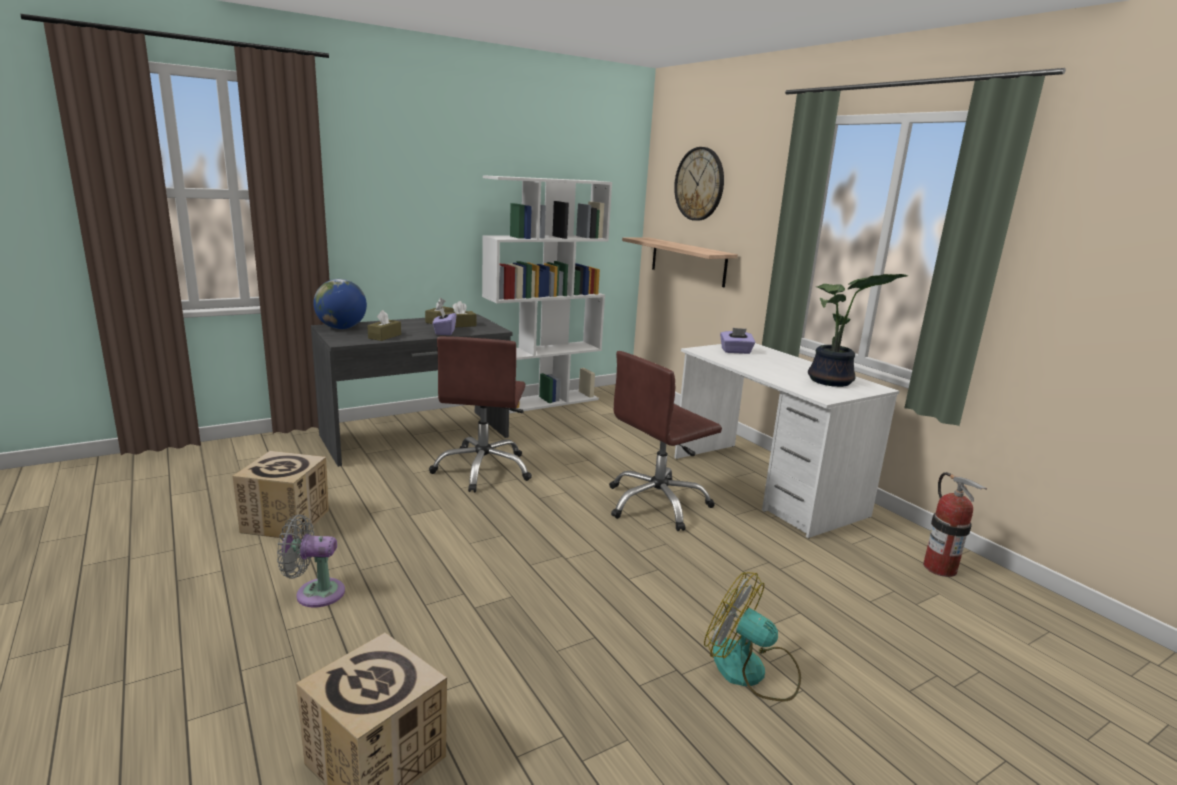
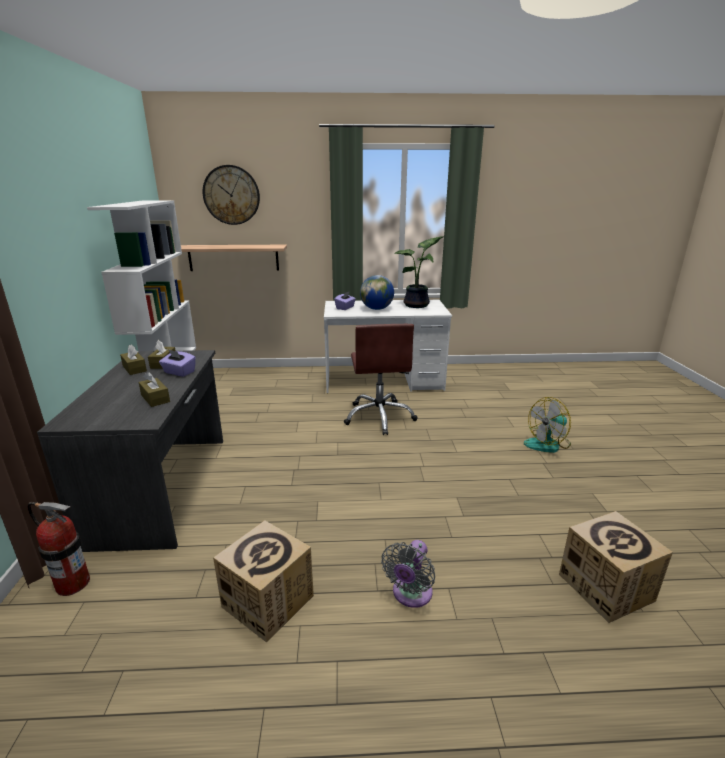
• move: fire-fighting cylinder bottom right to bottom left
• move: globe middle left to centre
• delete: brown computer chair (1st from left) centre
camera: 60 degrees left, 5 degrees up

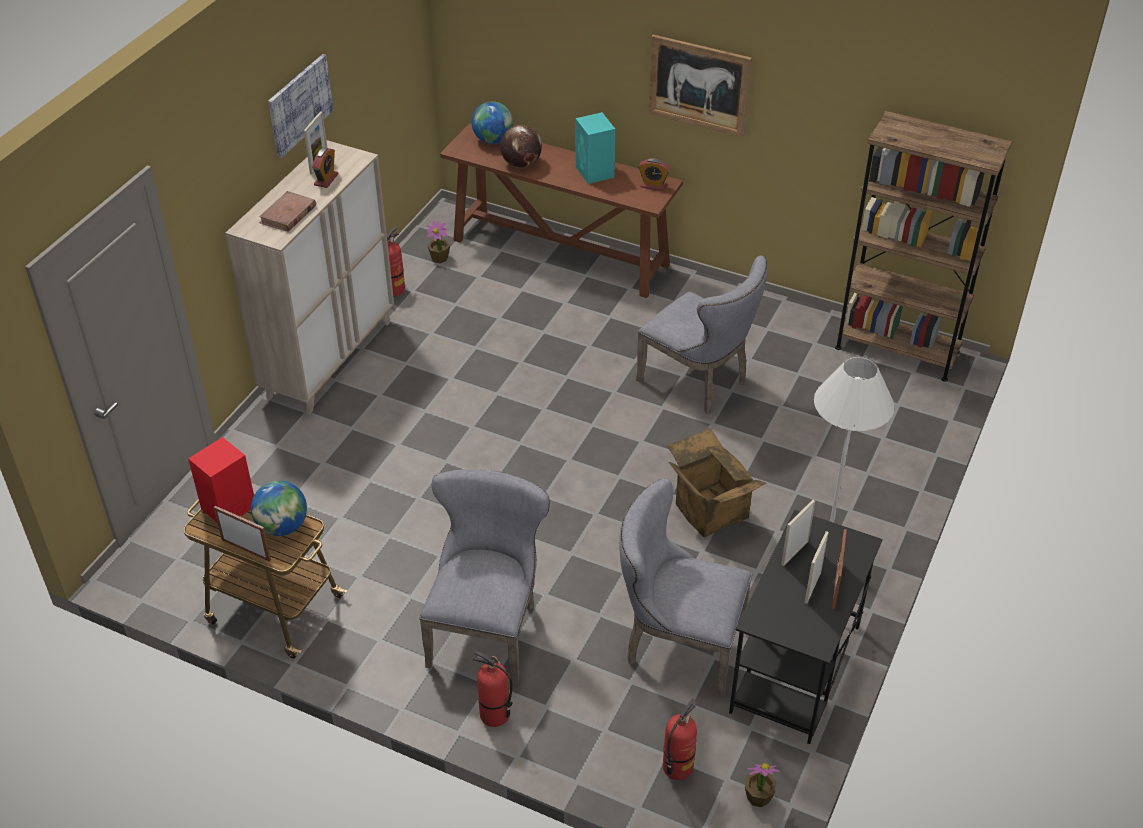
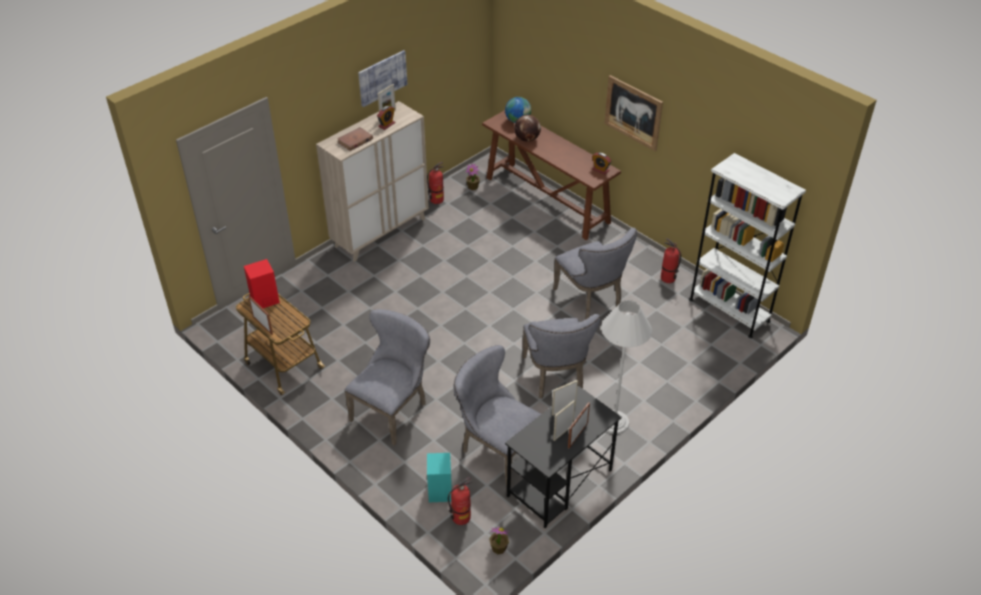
• move: turquoise loudspeaker top centre to bottom centre
• replace: packing box centre to greyish plain chair (3rd from left) centre
• move: fire-fighting cylinder (2nd from left in the first image) bottom centre to fire-fighting cylinder (3rd from left) middle right
• recolor: brown shelving unit top right to white-coloured shelving unit middle right
• delete: globe (1st from left) middle left
camera: 20 degrees right, 0 degrees up

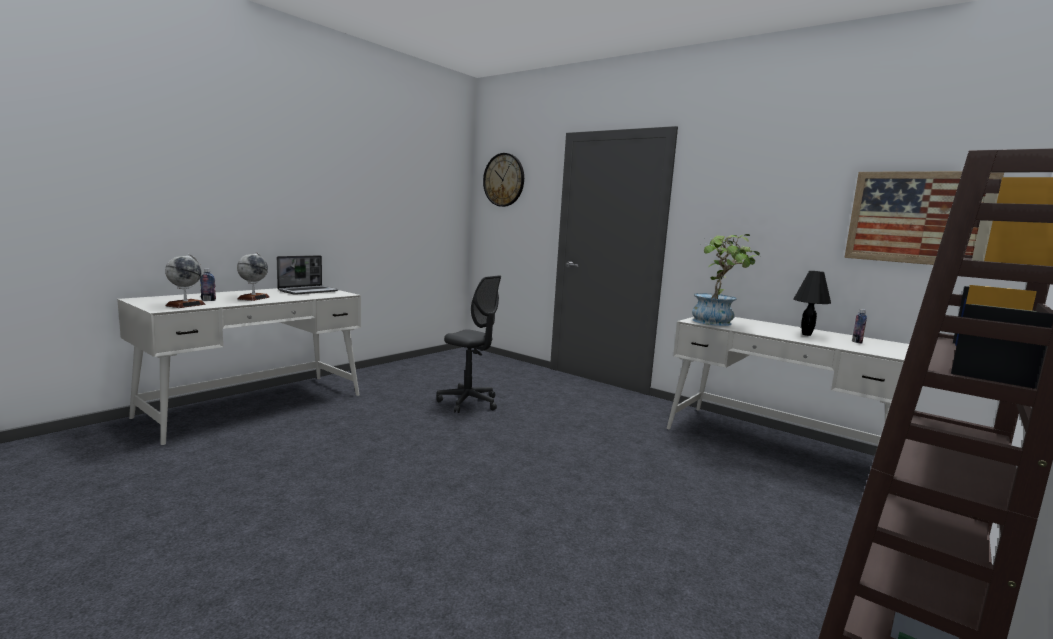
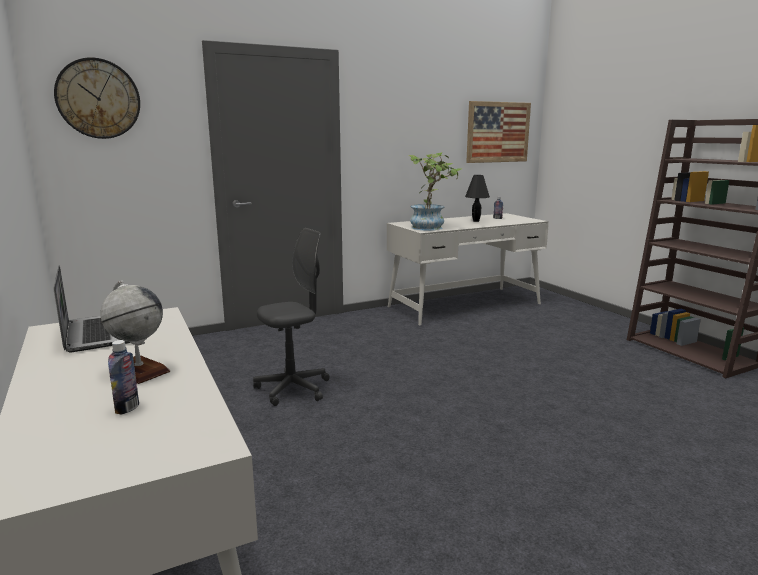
• delete: globe (1st from left) middle left
camera: 65 degrees left, 5 degrees up

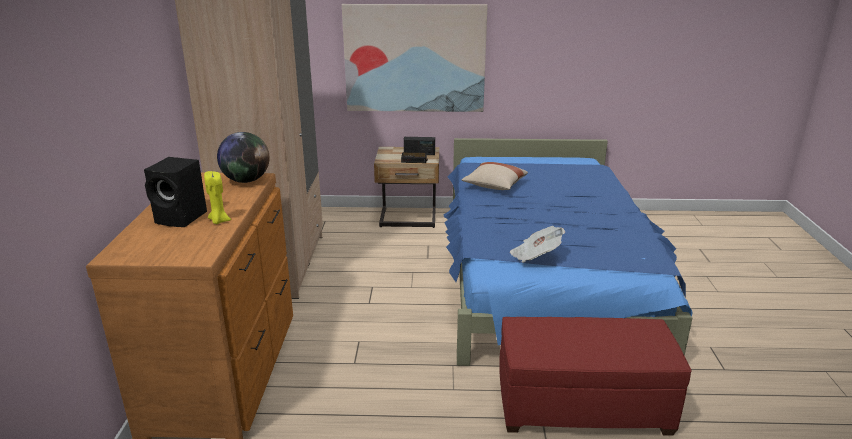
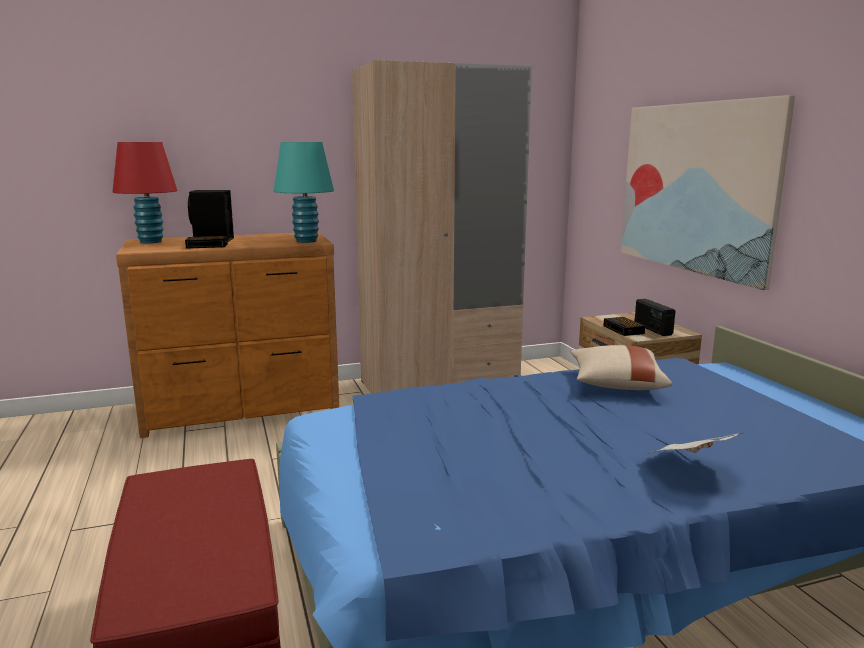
• insert: red table lamp top left
• replace: yellow-coloured candle middle left to bedside clock (1st from left) middle left
• replace: globe middle left to turquoise table lamp top centre
• move: daily paper centre to bottom right
camera: 70 degrees right, 10 degrees down

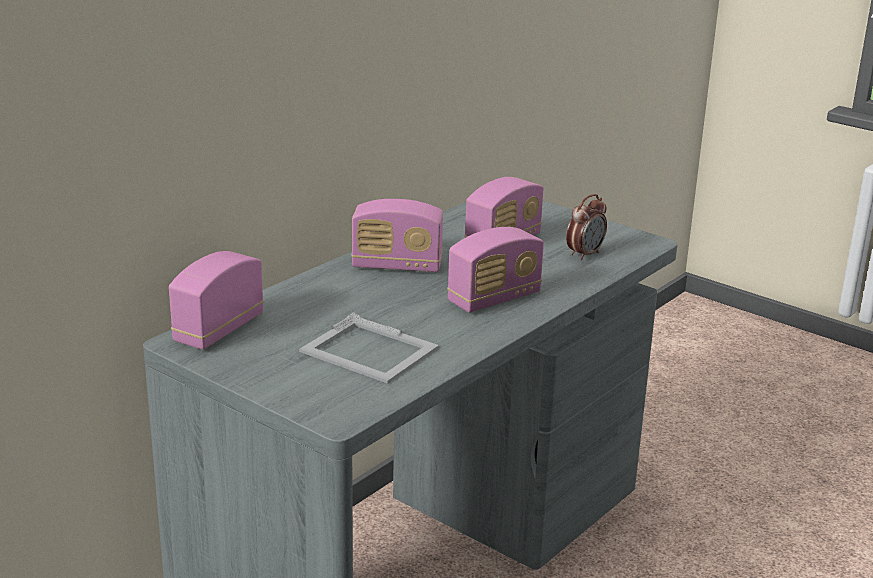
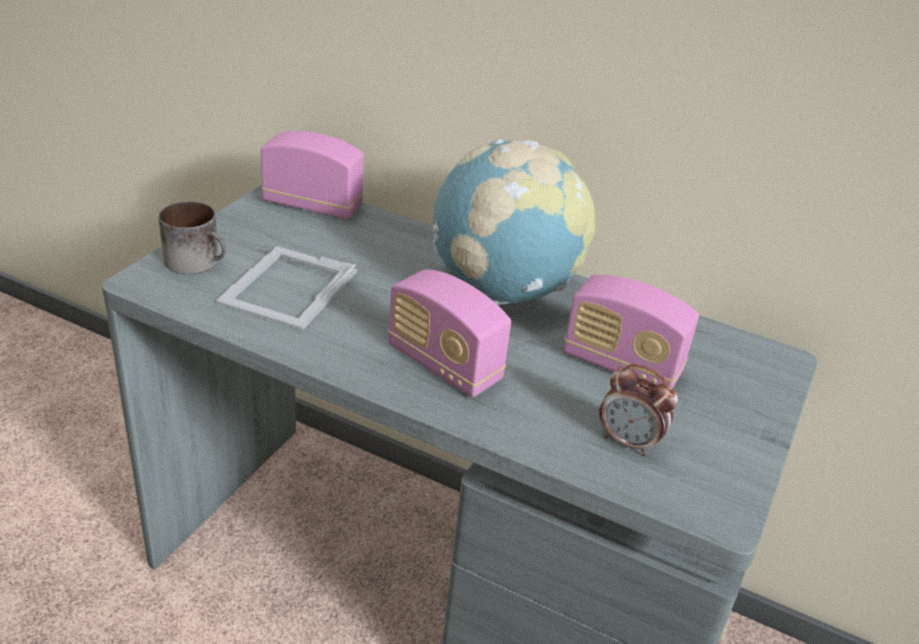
• insert: coffee mug middle left
• replace: radio (2nd from left) centre to globe centre
camera: 75 degrees right, 10 degrees up

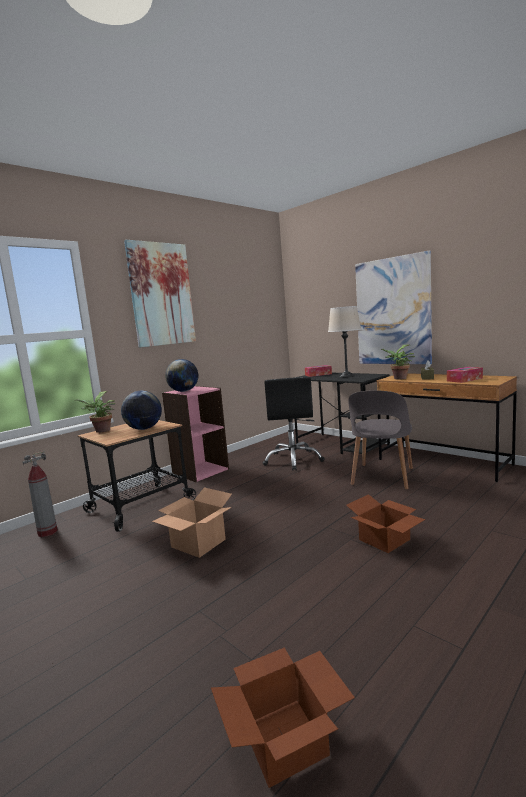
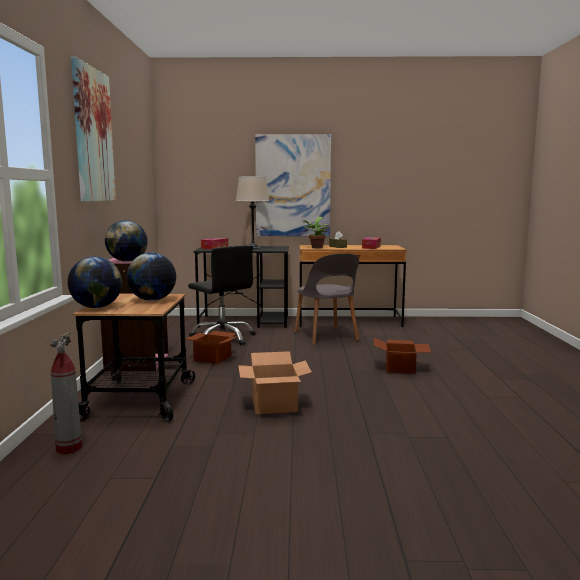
• replace: plant in a pot (1st from left) middle left to globe (1st from left) middle left
• move: packing box (2nd from left in the first image) bottom centre to packing box (1st from left) centre
camera: 45 degrees left, 0 degrees up

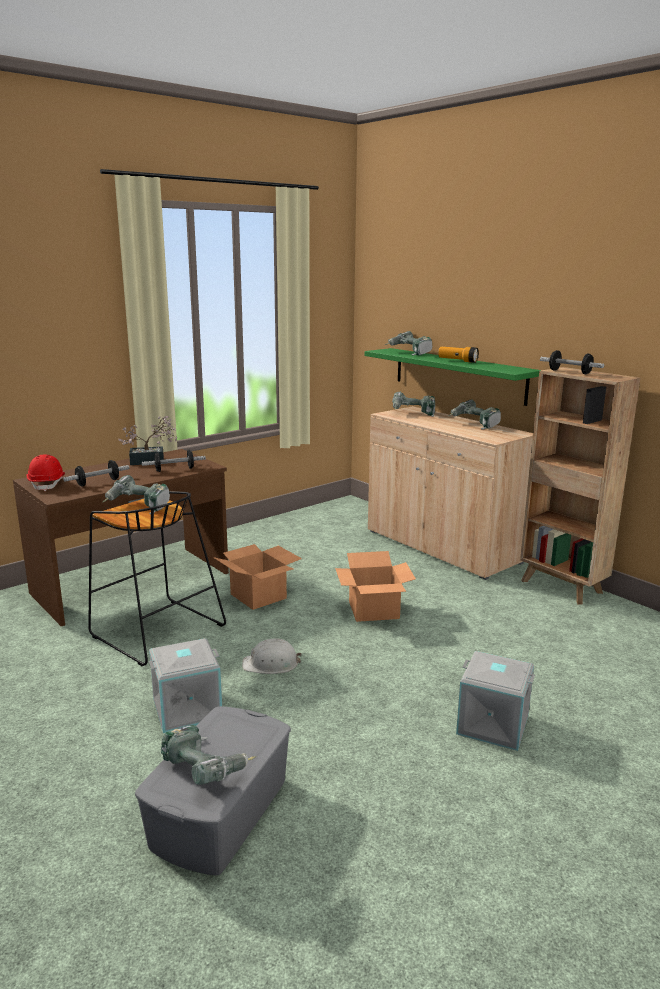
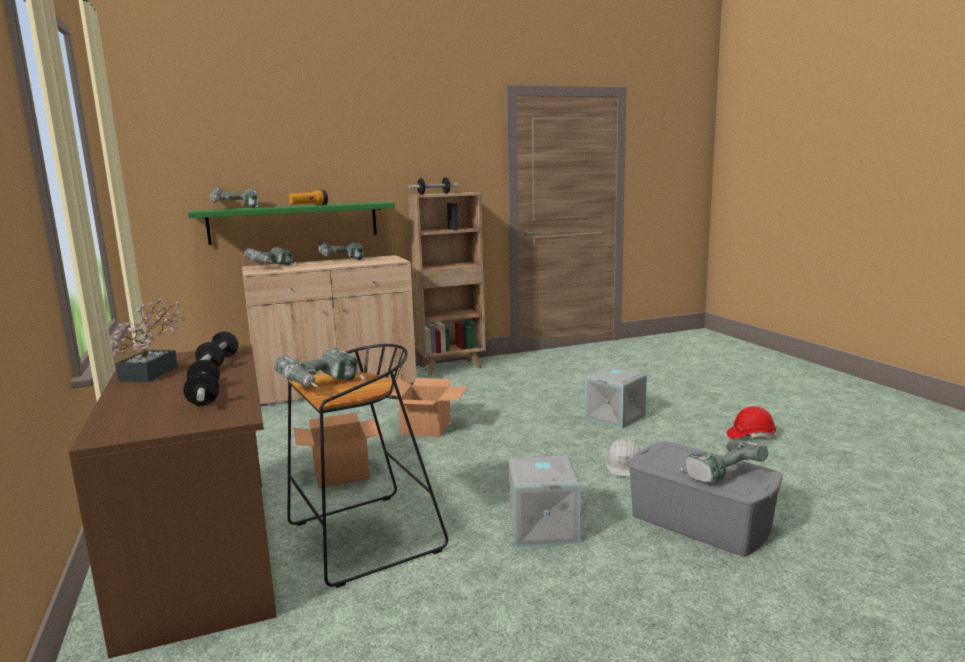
• move: white-coloured safety helmet centre to bottom centre
• move: red safety helmet middle left to middle right
camera: 70 degrees left, 5 degrees down

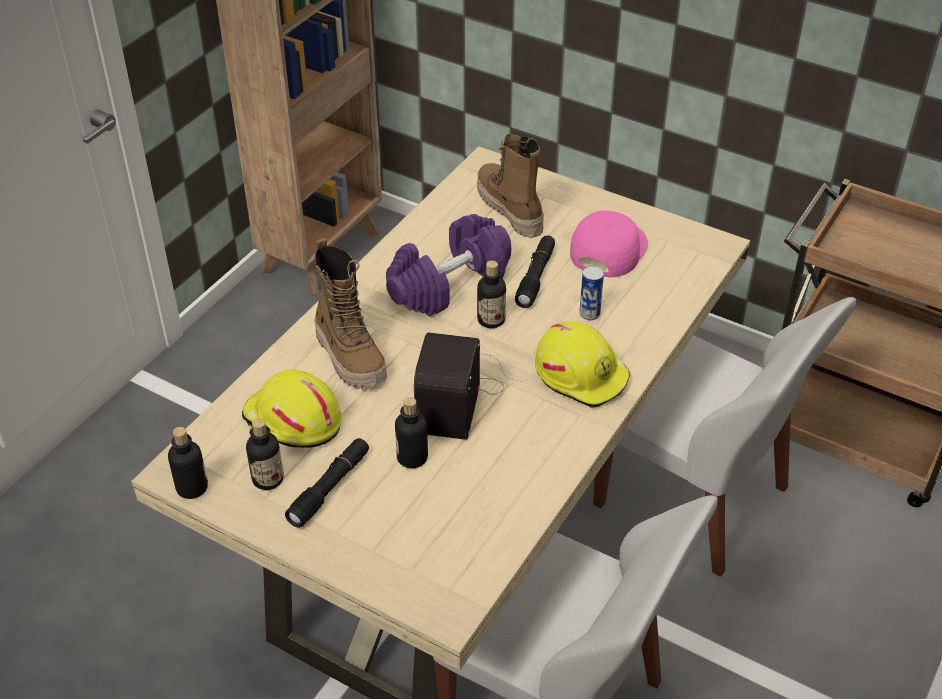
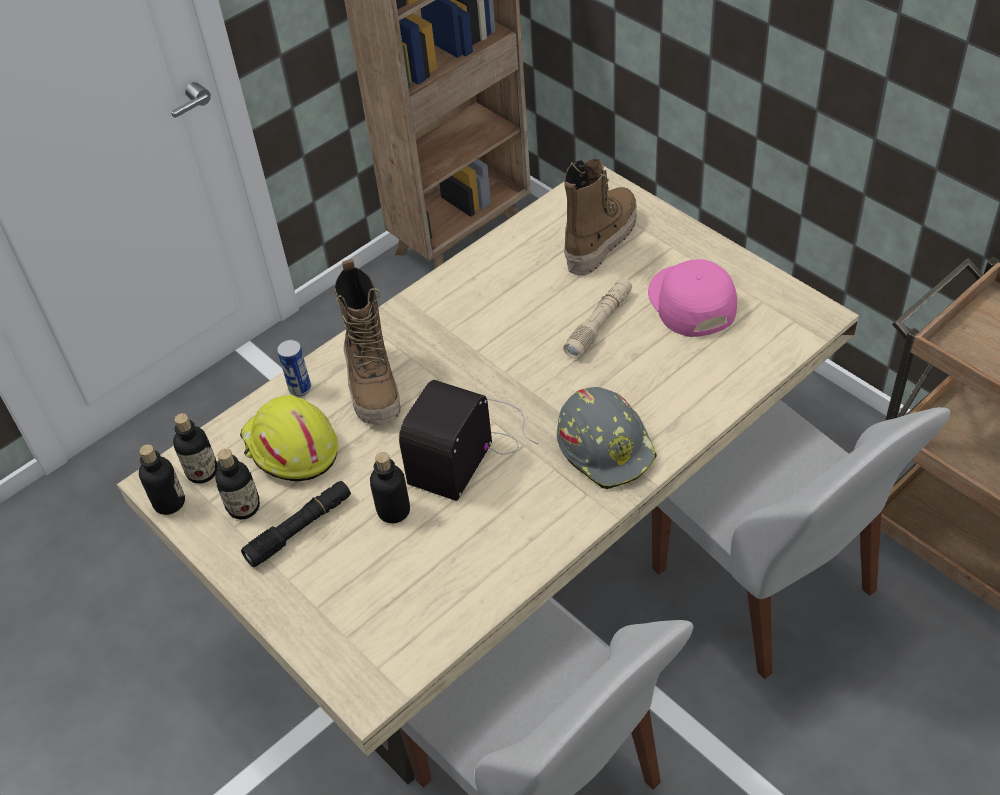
• move: drink bottle (4th from left in the first image) centre to drink bottle (2nd from left) middle left
• move: can centre to middle left
• recolor: yellow-coloured safety helmet (2nd from left) centre to greyish safety helmet centre
• recolor: blackish flashlight (2nd from left) centre to beige flashlight centre
• rotate: high-top boot (2nd from left) top centre = top centre 45 degrees clockwise
• rotate: pink baseball cap centre = middle right 60 degrees counterclockwise
• delete: purple-coloured dumbbell centre
camera: 20 degrees right, 5 degrees up

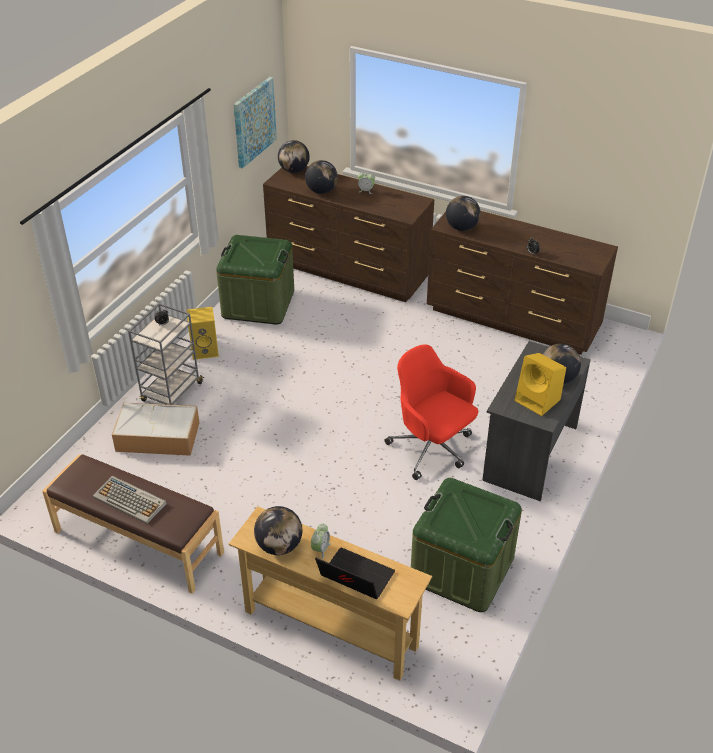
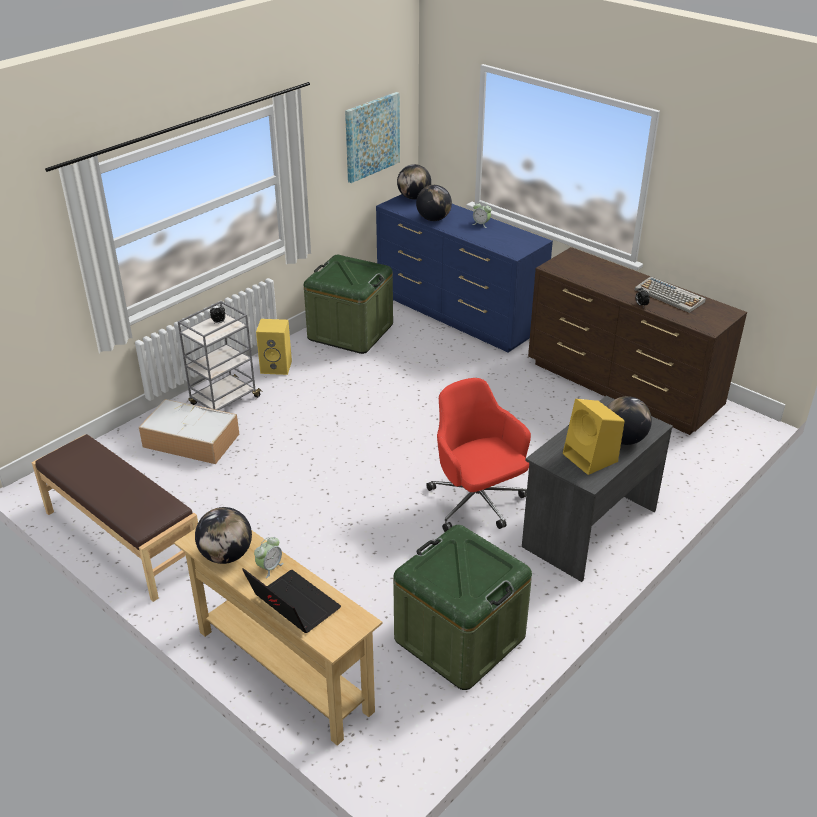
• recolor: brown dresser (1st from left) top centre to blue dresser centre
• move: computer keyboard middle left to middle right
• delete: globe (4th from left) top centre
camera: 15 degrees right, 5 degrees down

